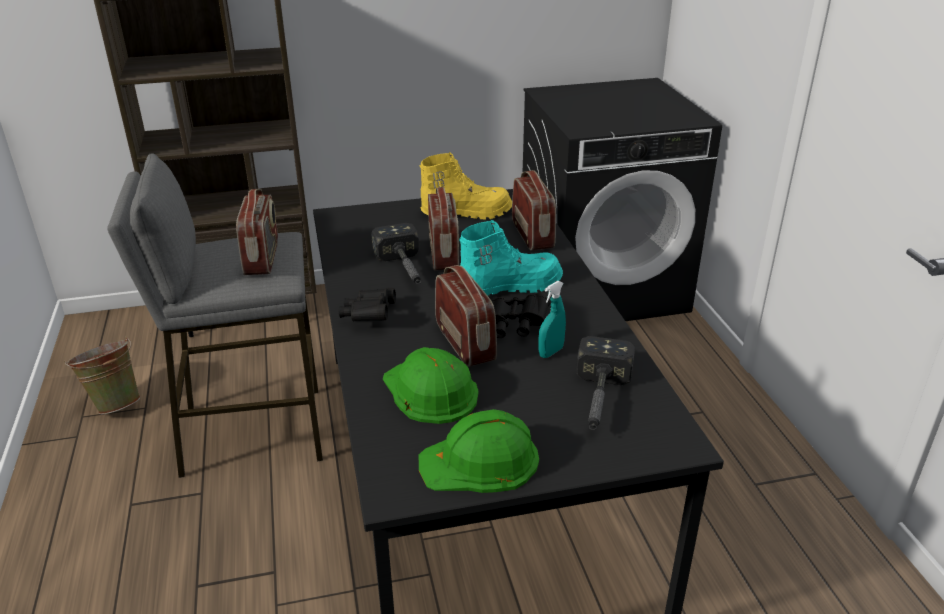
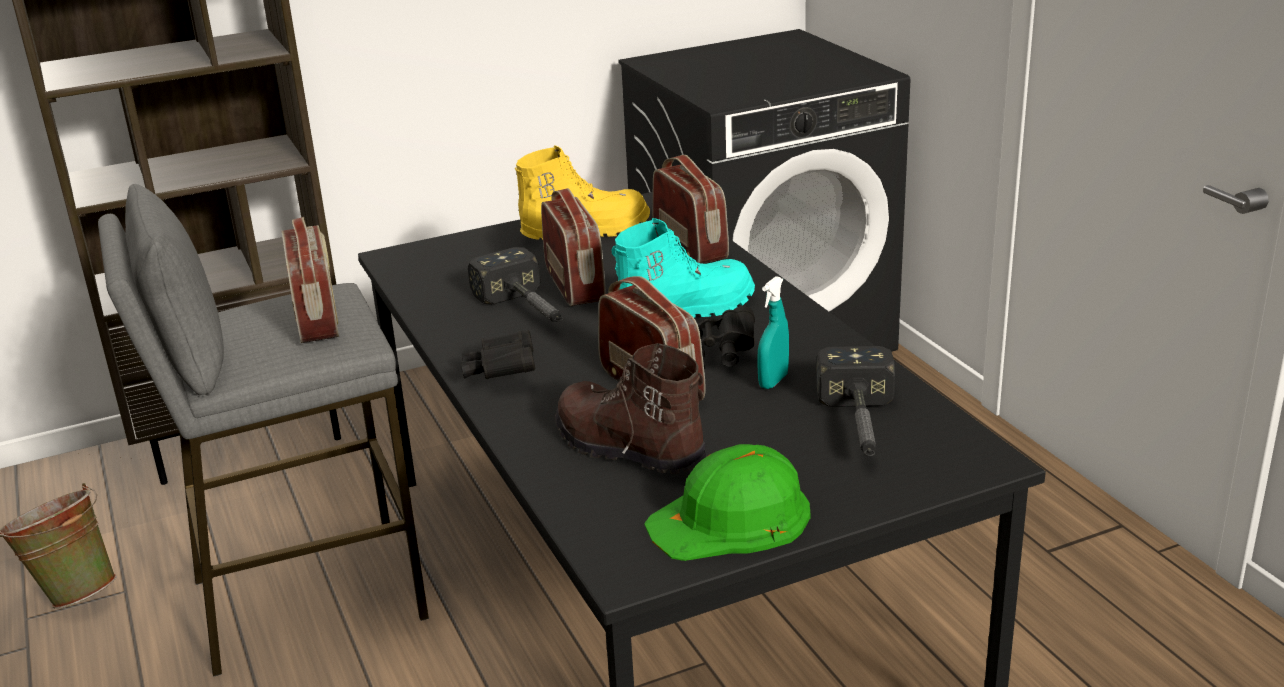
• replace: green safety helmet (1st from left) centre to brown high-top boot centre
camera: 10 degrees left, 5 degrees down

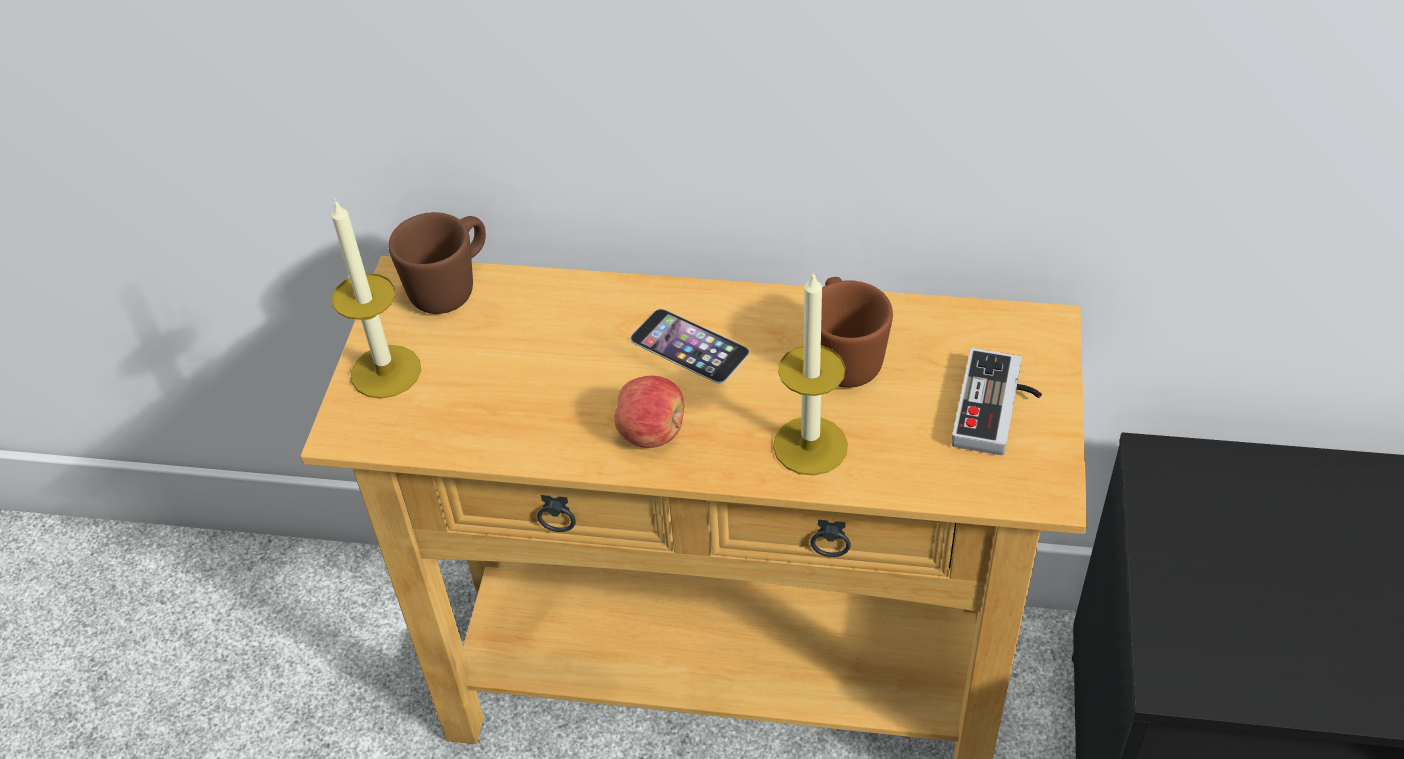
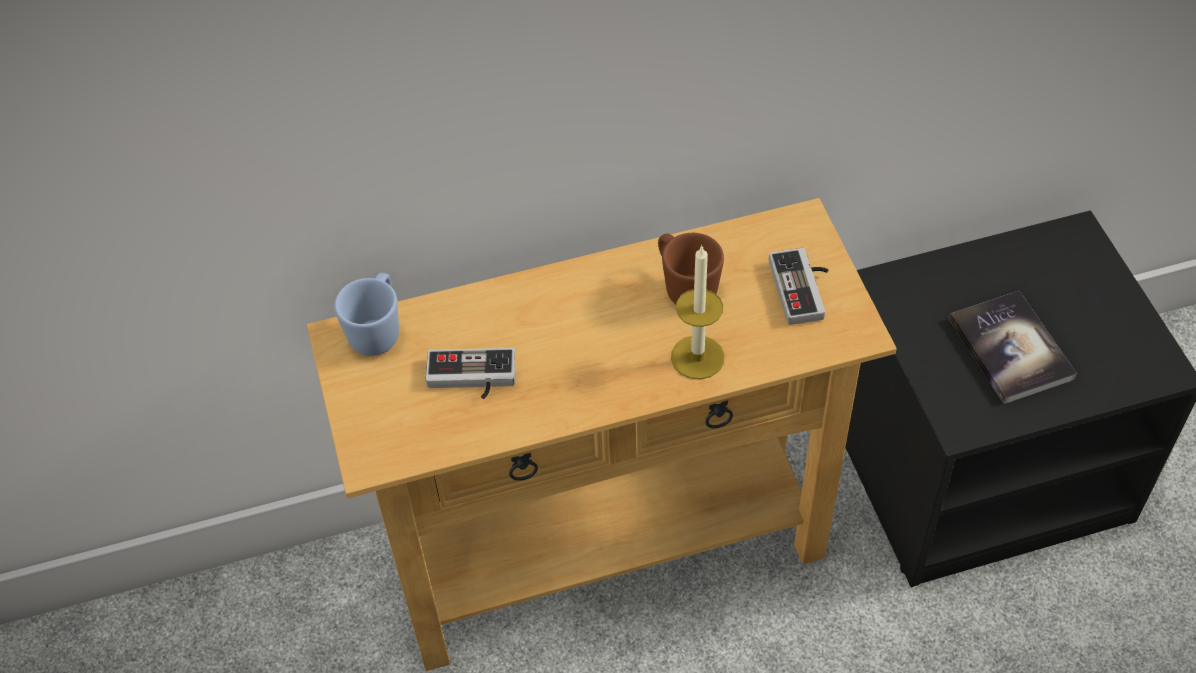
• recolor: brown coffee mug (1st from left) middle left to blue coffee mug middle left
• insert: game controller (1st from left) centre
• insert: volume middle right
• delete: candle (1st from left) middle left
• delete: apple centre
• delete: phone centre
camera: 25 degrees left, 5 degrees up

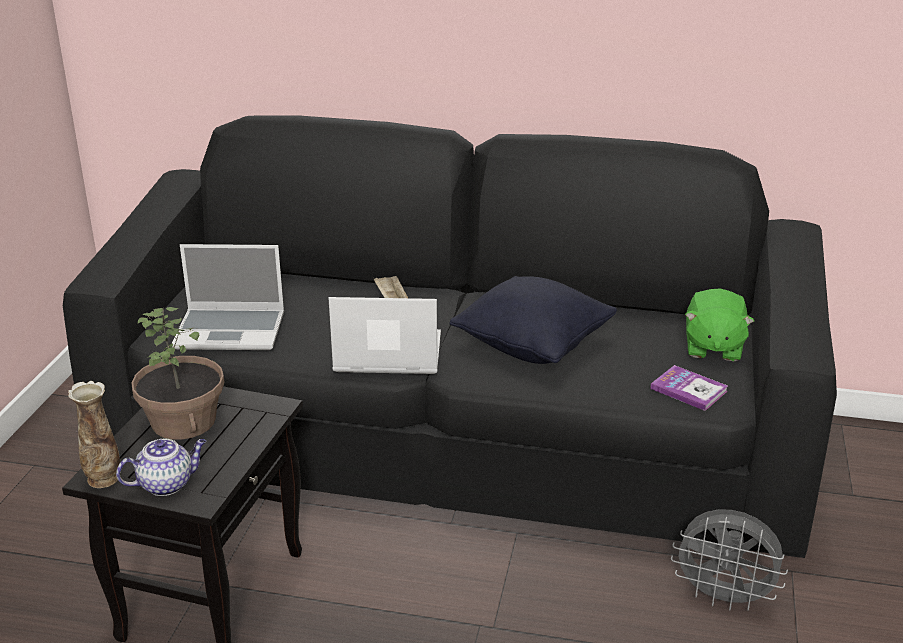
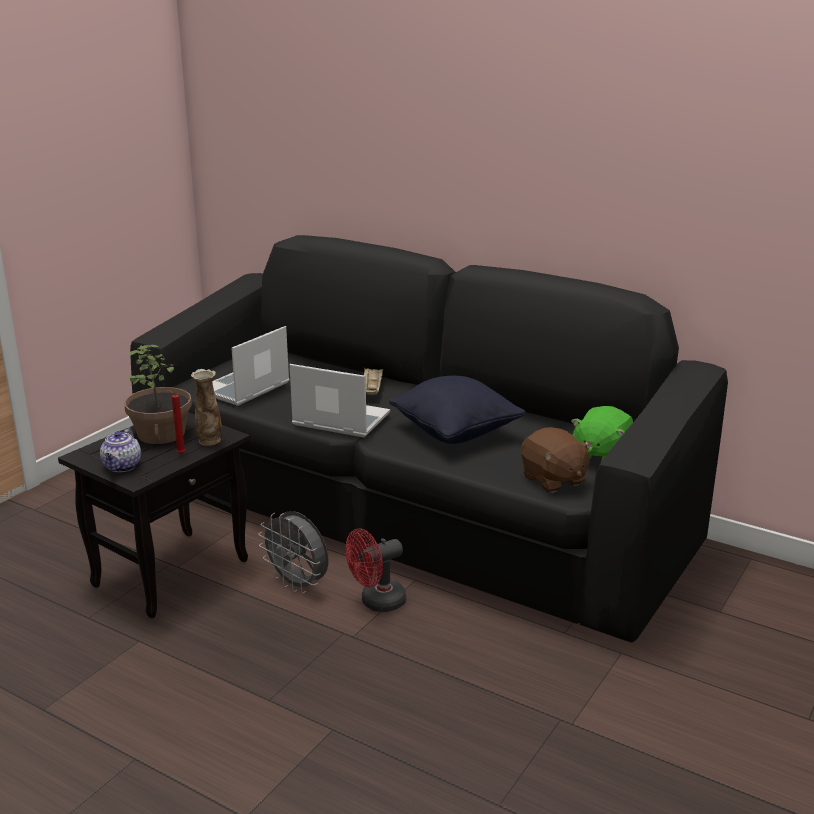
• rotate: pot for tea bottom left = middle left 105 degrees clockwise
• insert: red candle middle left
• move: decorative vase bottom left to middle left
• rotate: laptop (1st from left) middle left = middle left 105 degrees clockwise
• move: greyish cooling fan bottom right to bottom centre
• insert: red cooling fan bottom centre
• replace: volume middle right to brown cuddly toy middle right
camera: 20 degrees right, 5 degrees down

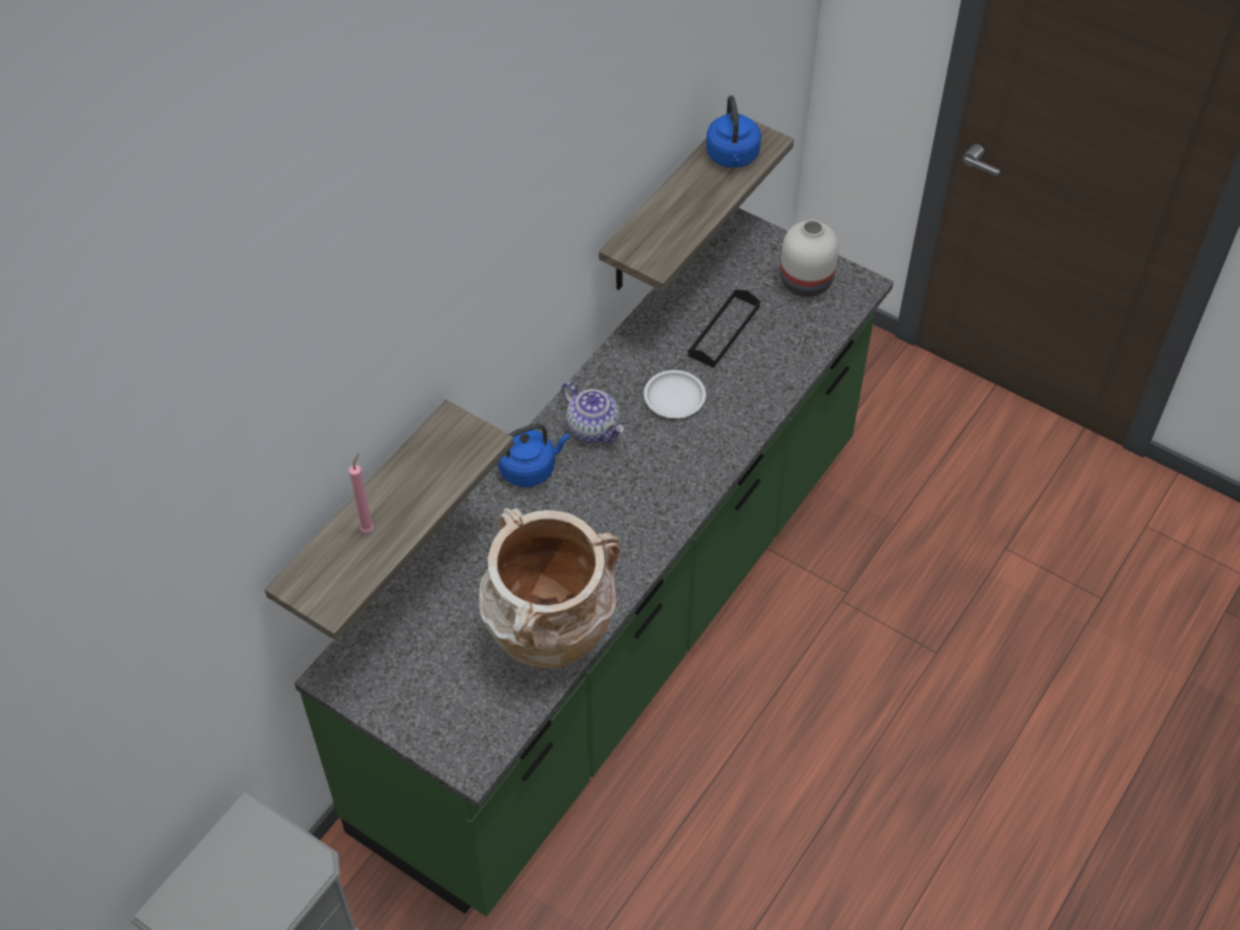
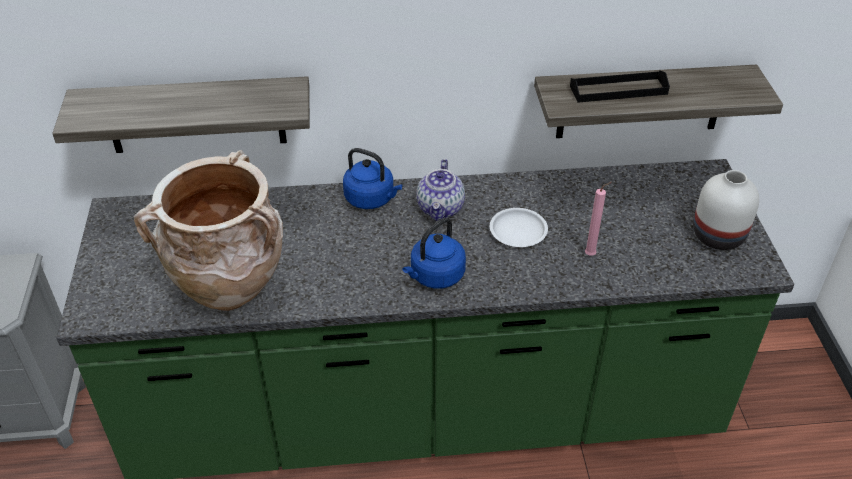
• move: blue kettle (2nd from left) top centre to centre
• move: blackish carrying tray centre to top right
• move: pink candle middle left to middle right
camera: 50 degrees right, 10 degrees down

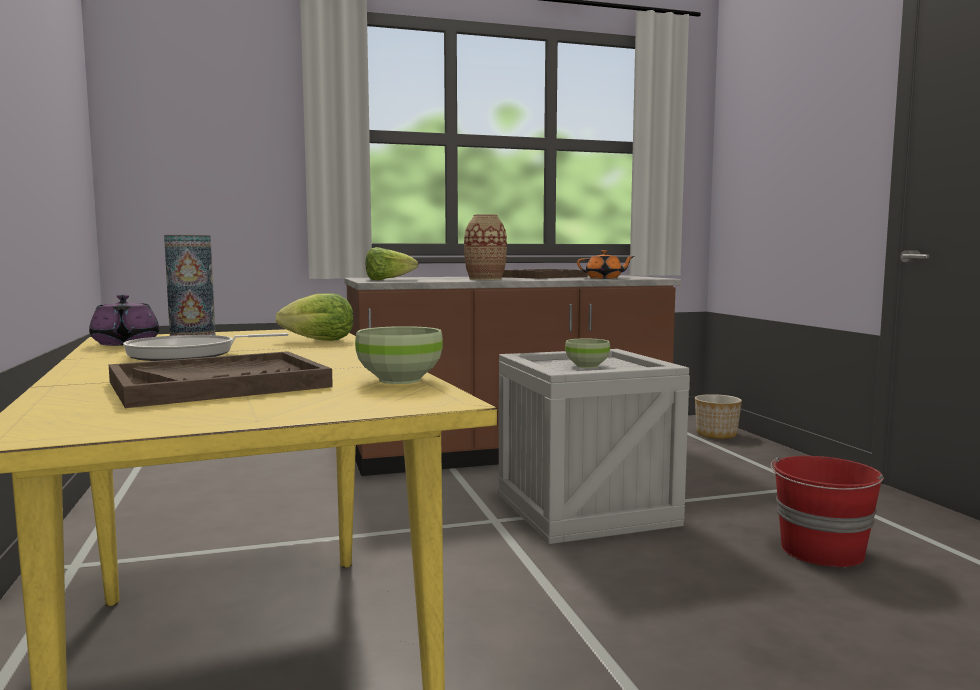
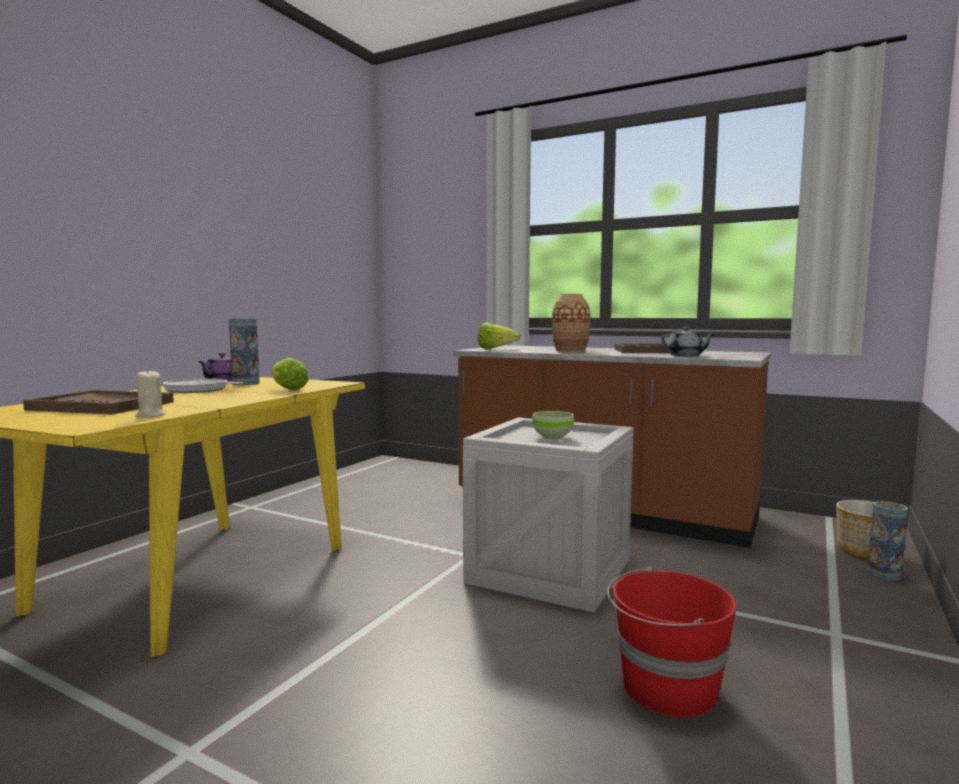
• replace: green serving bowl (1st from left) centre to beige candle middle left
• recolor: orange-coloured pot for tea centre to greyish pot for tea middle right
• insert: decorative vase (3rd from left) bottom right
camera: 45 degrees right, 0 degrees up

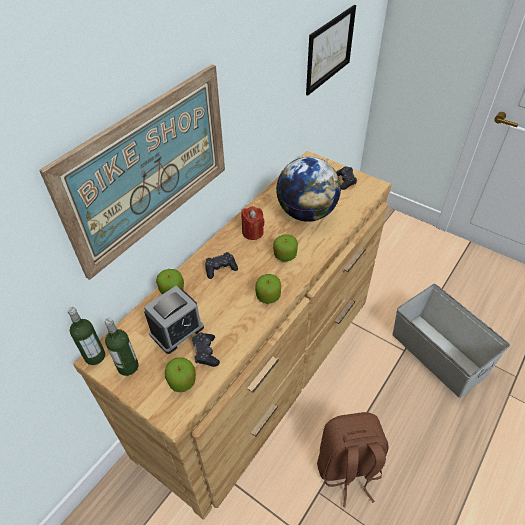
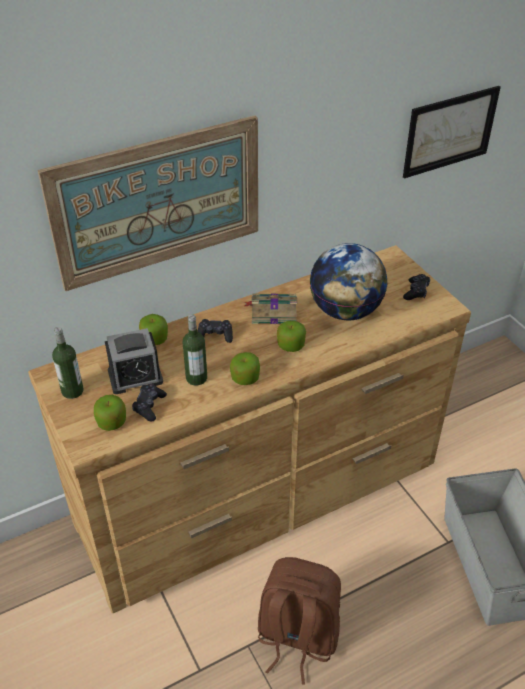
• move: drink bottle (1st from left in the first image) middle left to drink bottle (2nd from left) centre
• replace: red candle centre to volume centre
camera: 25 degrees right, 5 degrees down

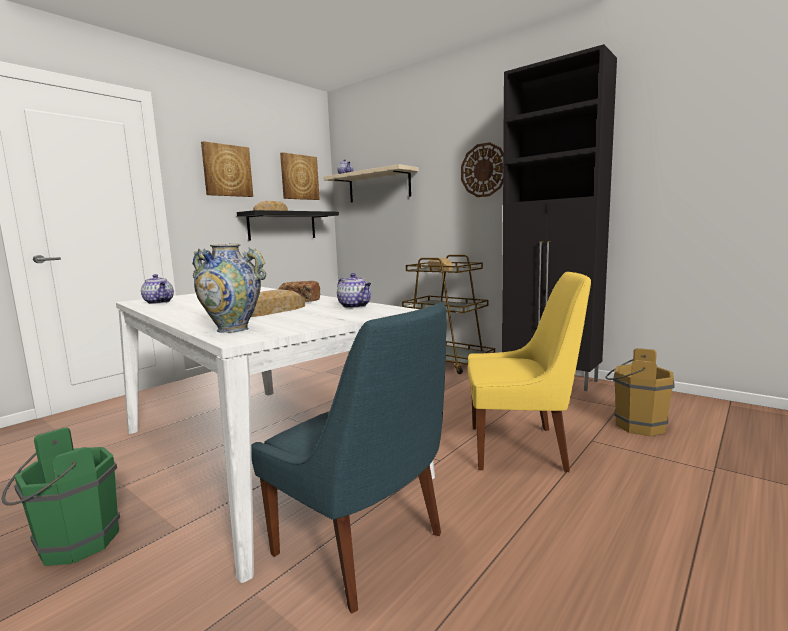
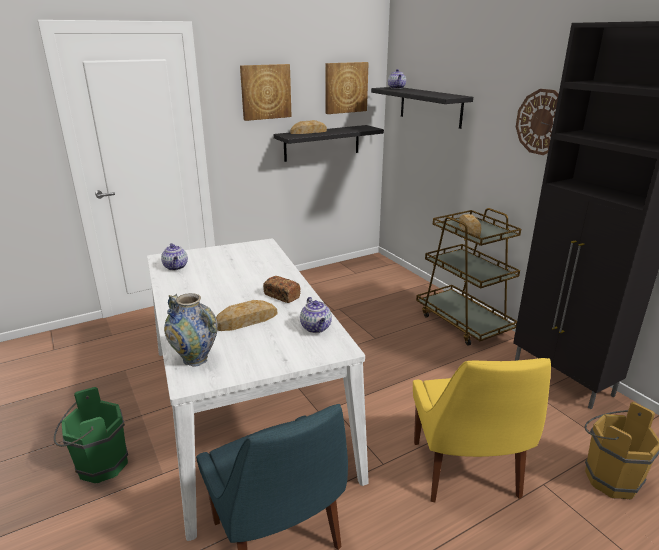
• recolor: beige wall shelf top centre to blackish wall shelf (2nd from left) top centre
• rotate: yellow-coloured plain chair middle right = bottom right 60 degrees clockwise
camera: 20 degrees right, 15 degrees up

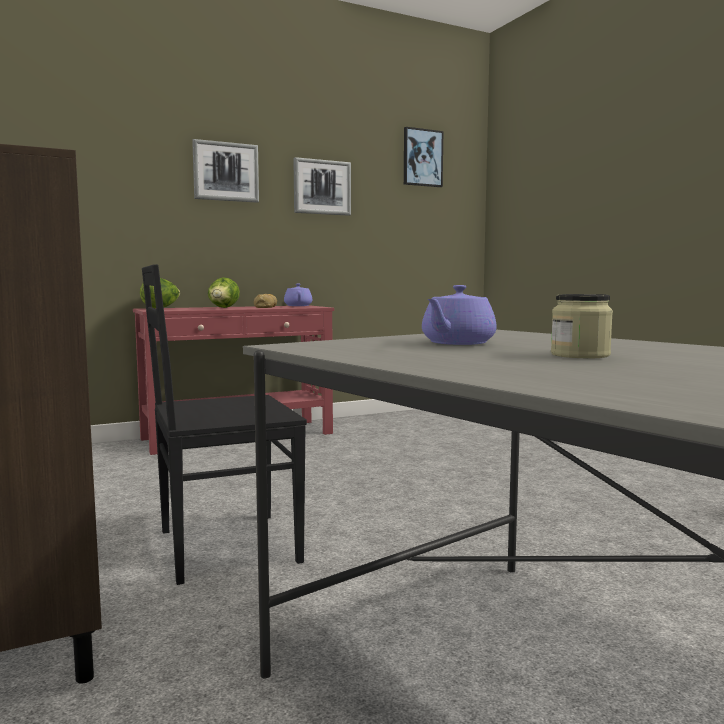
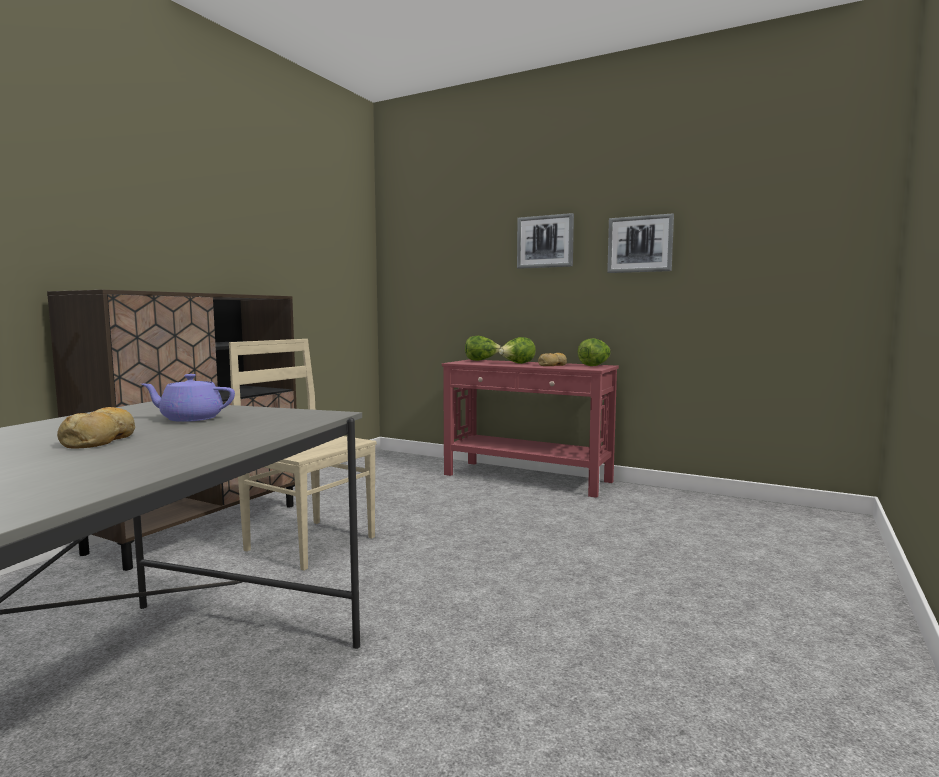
• replace: preserve jar middle right to bread (1st from left) middle left
• recolor: blackish plain chair middle left to beige plain chair middle left
• replace: purple-coloured pot for tea (1st from left) centre to head of lettuce (3rd from left) centre
• delete: wall picture (3rd from left) top centre
camera: 55 degrees right, 0 degrees up

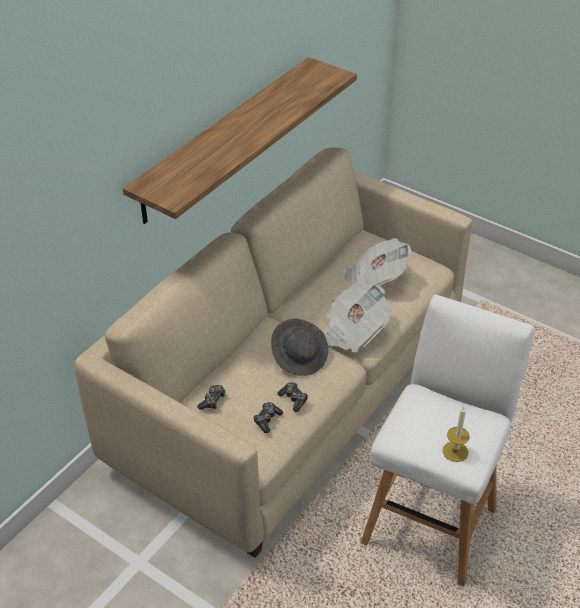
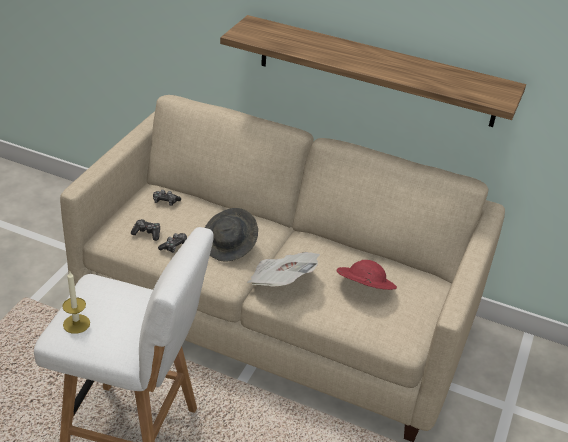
• replace: daily paper (2nd from left) centre to red wearable hat centre
camera: 75 degrees right, 5 degrees down

